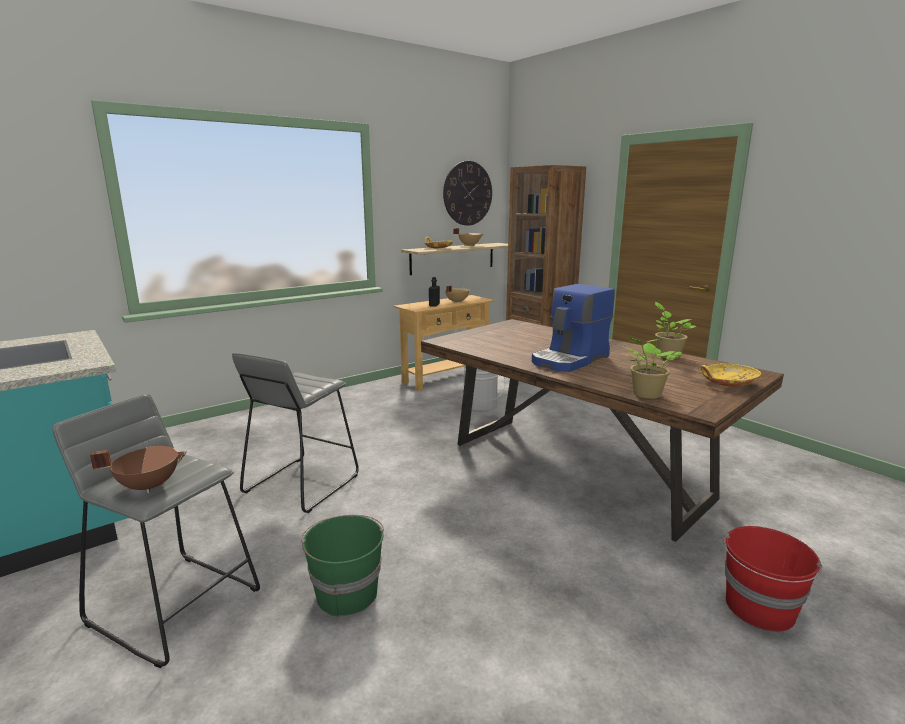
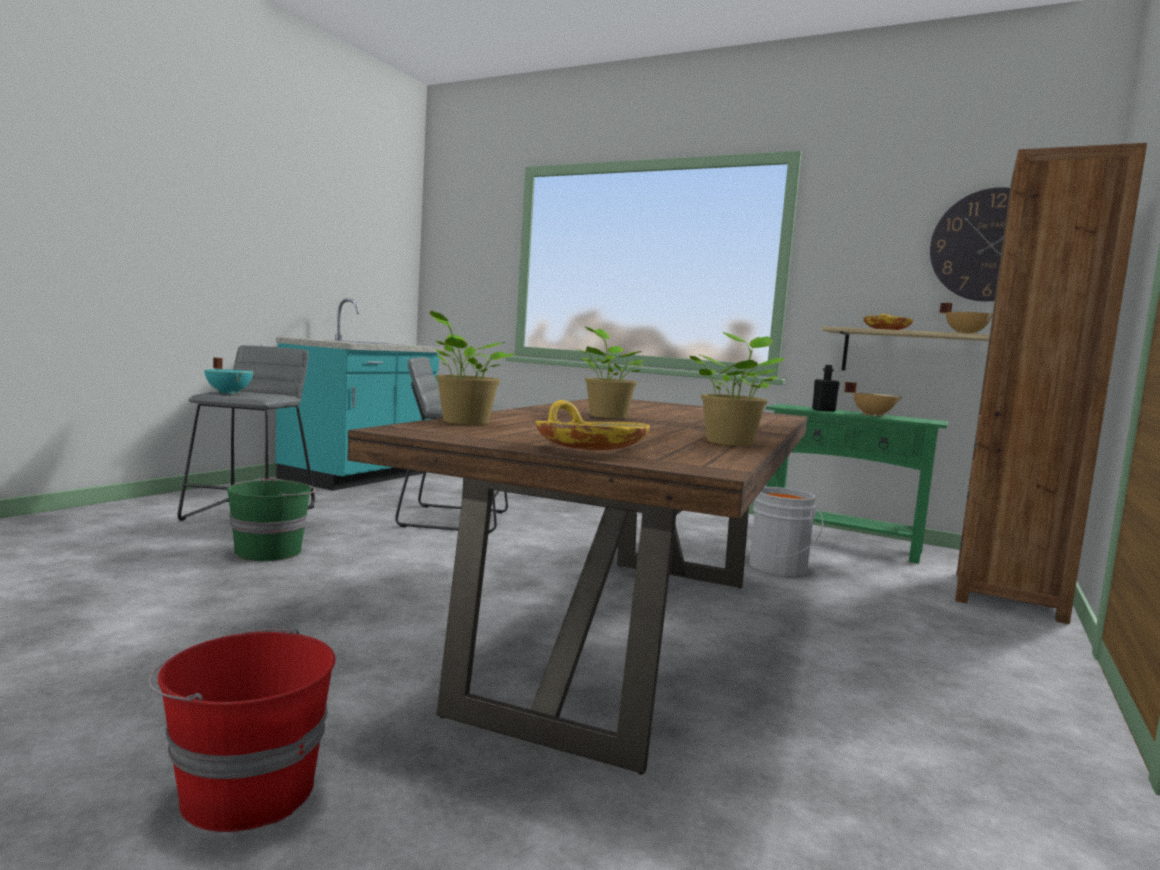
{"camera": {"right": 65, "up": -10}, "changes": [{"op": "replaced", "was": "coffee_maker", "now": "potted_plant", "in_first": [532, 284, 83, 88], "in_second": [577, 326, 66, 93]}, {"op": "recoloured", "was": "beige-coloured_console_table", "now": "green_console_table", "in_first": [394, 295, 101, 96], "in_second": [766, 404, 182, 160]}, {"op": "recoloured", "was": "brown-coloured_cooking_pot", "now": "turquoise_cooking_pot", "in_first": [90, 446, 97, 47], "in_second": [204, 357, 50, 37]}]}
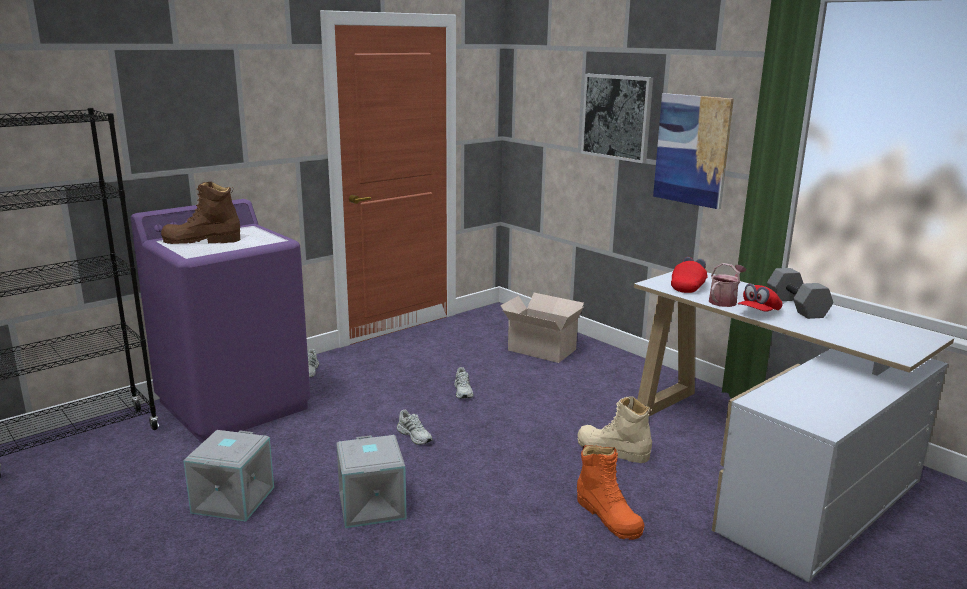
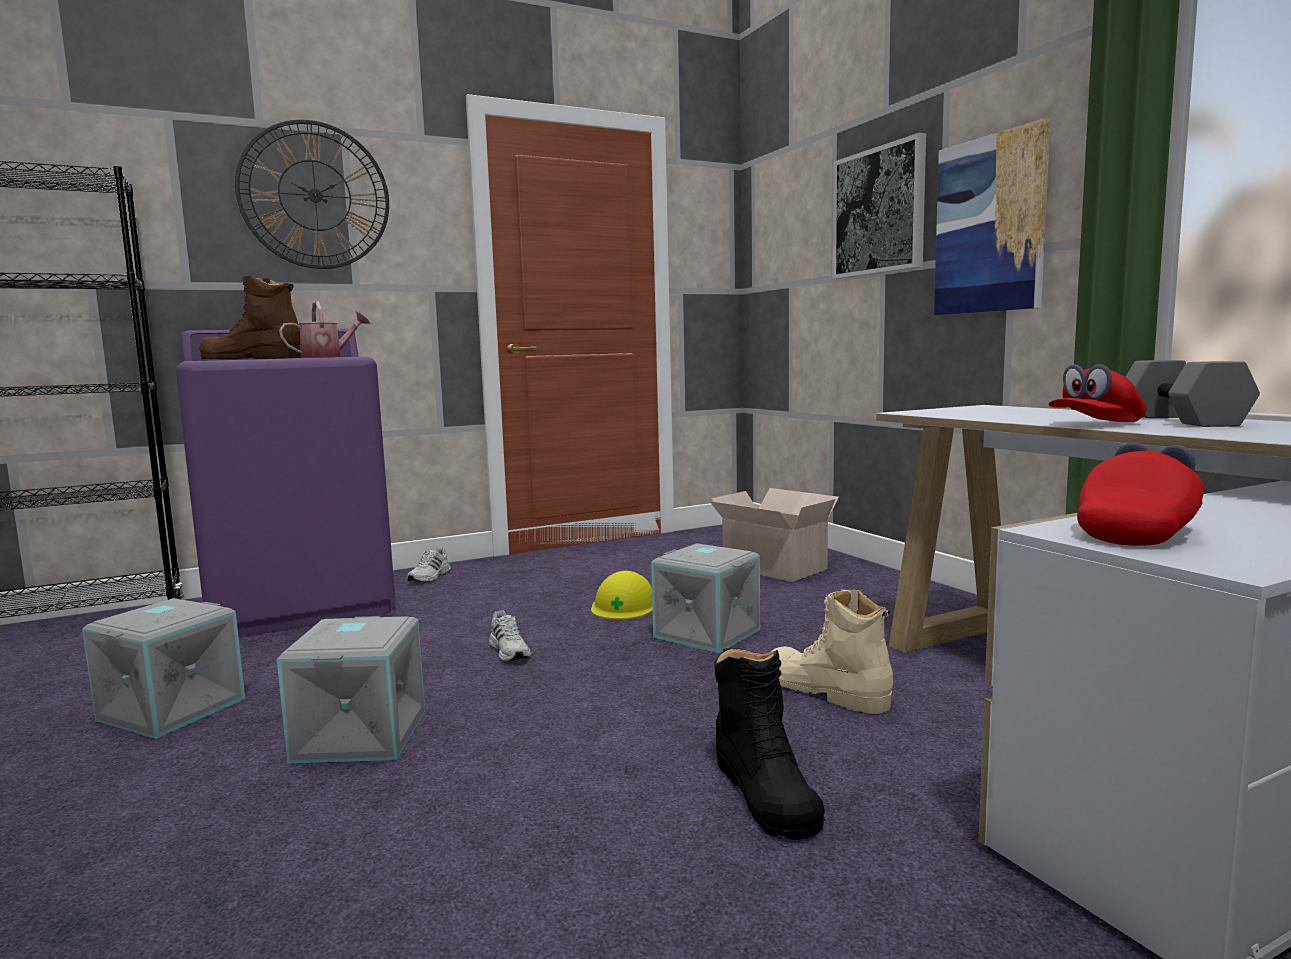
{"camera": {"right": 15, "up": -10}, "changes": [{"op": "moved", "was": "reddish_baseball_cap", "in_first": [671, 257, 37, 36], "in_second": [1077, 442, 127, 103]}, {"op": "moved", "was": "sprinkling_can", "in_first": [709, 263, 38, 44], "in_second": [279, 301, 91, 57]}, {"op": "replaced", "was": "whitish_item_of_footwear", "now": "yellow_safety_helmet", "in_first": [454, 367, 20, 32], "in_second": [591, 571, 61, 49]}, {"op": "recoloured", "was": "orange-coloured_boot", "now": "black-coloured_boot", "in_first": [577, 445, 68, 95], "in_second": [714, 648, 111, 192]}, {"op": "added", "now": "wall_clock", "in_second": [235, 120, 154, 149]}, {"op": "added", "now": "gray_storage_box", "in_second": [651, 543, 109, 110]}]}
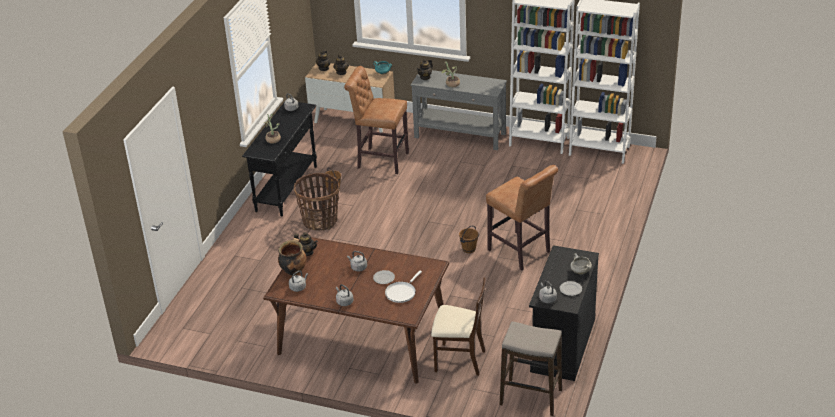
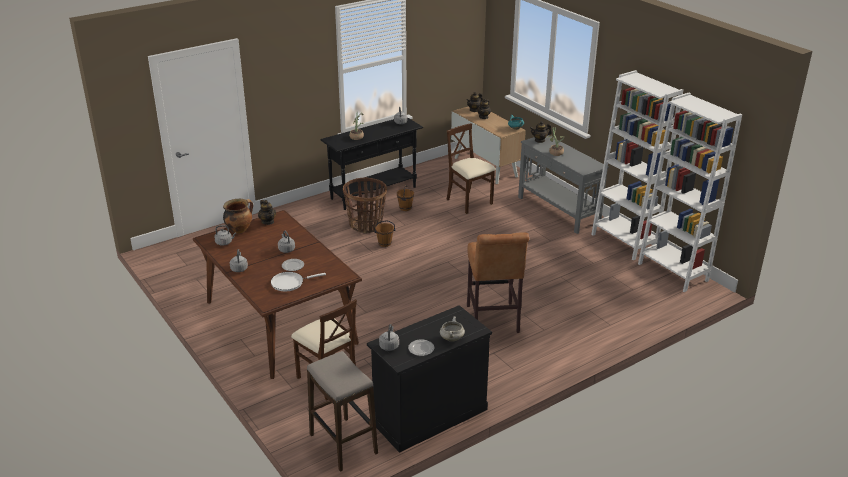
{"camera": {"right": 35, "up": -5}, "changes": [{"op": "replaced", "was": "brown-coloured_sitting_stool", "now": "beige-coloured_upright_chair", "in_first": [344, 66, 65, 108], "in_second": [446, 123, 50, 91]}, {"op": "moved", "was": "brown-coloured_water_bucket", "in_first": [459, 226, 19, 27], "in_second": [374, 220, 21, 27]}]}
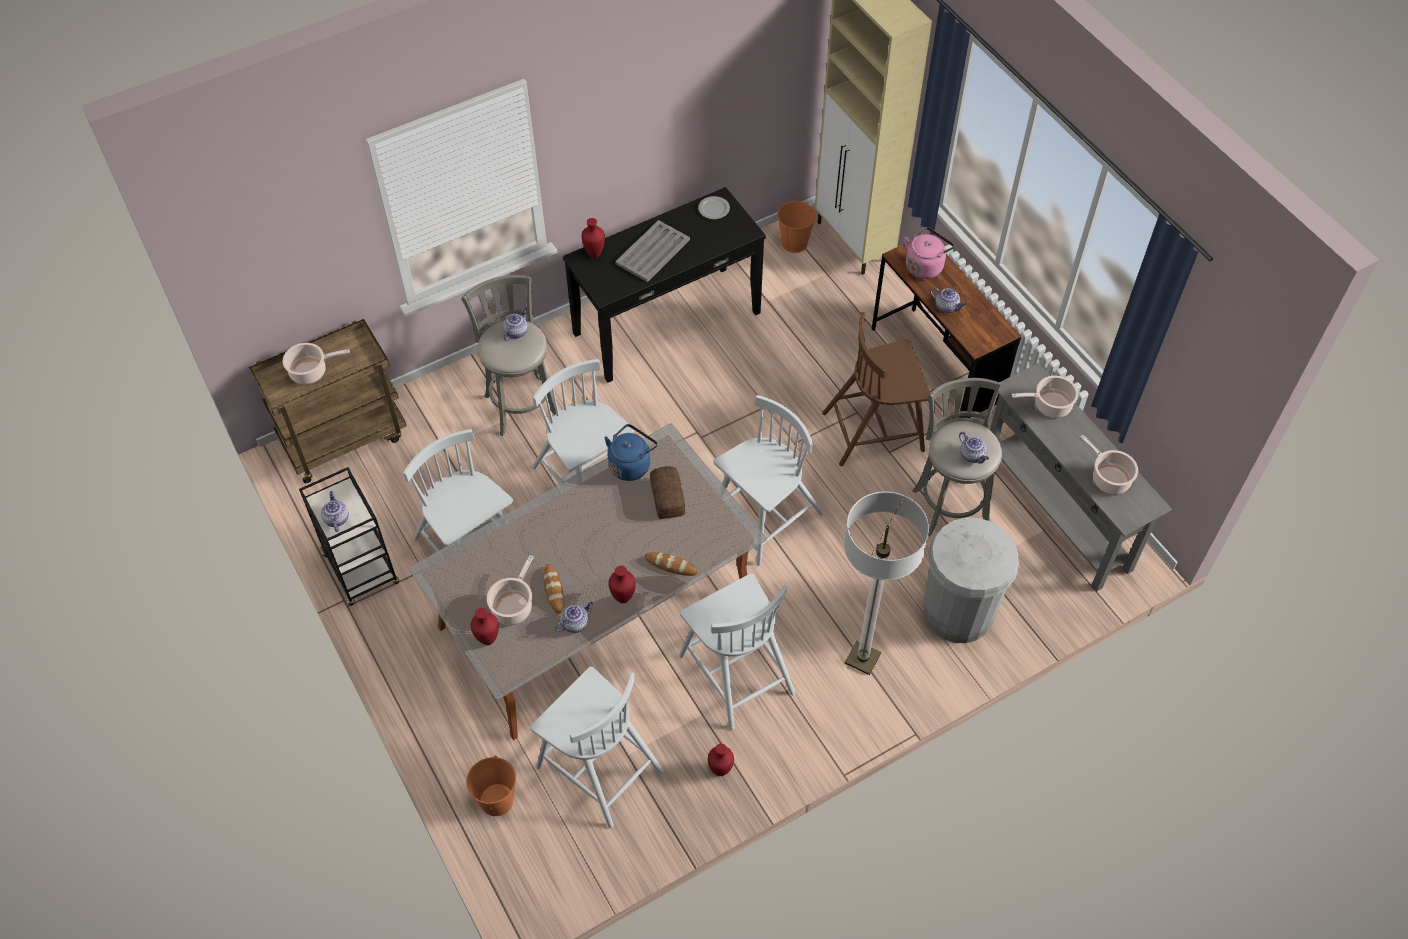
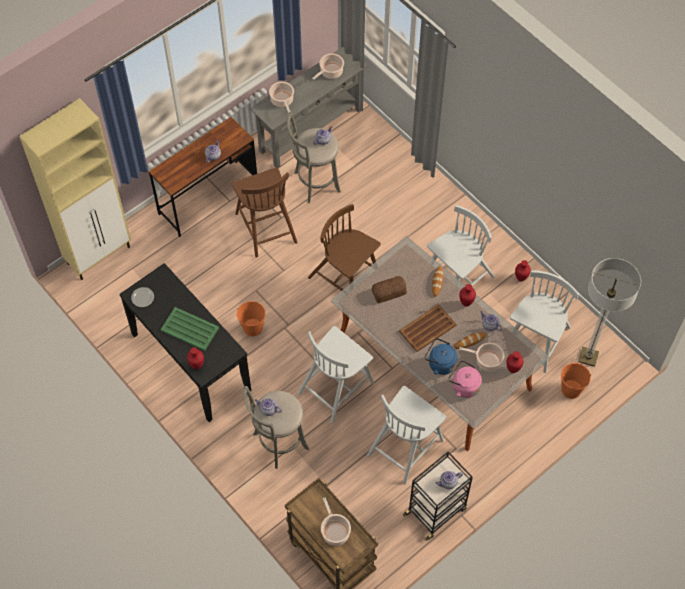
{"camera": {"right": -100, "up": 5}, "changes": [{"op": "moved", "was": "orange-coloured_water_bucket", "in_first": [777, 201, 39, 52], "in_second": [237, 301, 28, 35]}, {"op": "recoloured", "was": "gray_tray", "now": "green_tray", "in_first": [615, 220, 75, 62], "in_second": [160, 307, 59, 44]}, {"op": "moved", "was": "pinkish_kettle", "in_first": [905, 227, 50, 52], "in_second": [448, 360, 34, 38]}, {"op": "recoloured", "was": "whitish_upright_chair", "now": "brown-coloured_upright_chair", "in_first": [714, 395, 110, 171], "in_second": [308, 204, 73, 87]}, {"op": "moved", "was": "blue-coloured_kettle", "in_first": [604, 424, 54, 57], "in_second": [425, 338, 32, 37]}, {"op": "moved", "was": "standard_lamp", "in_first": [844, 491, 85, 184], "in_second": [578, 258, 63, 109]}, {"op": "removed", "was": "whitish_rubbish_bin", "in_first": [923, 518, 96, 125]}, {"op": "added", "now": "brown-coloured_tray", "in_second": [399, 304, 58, 48]}]}
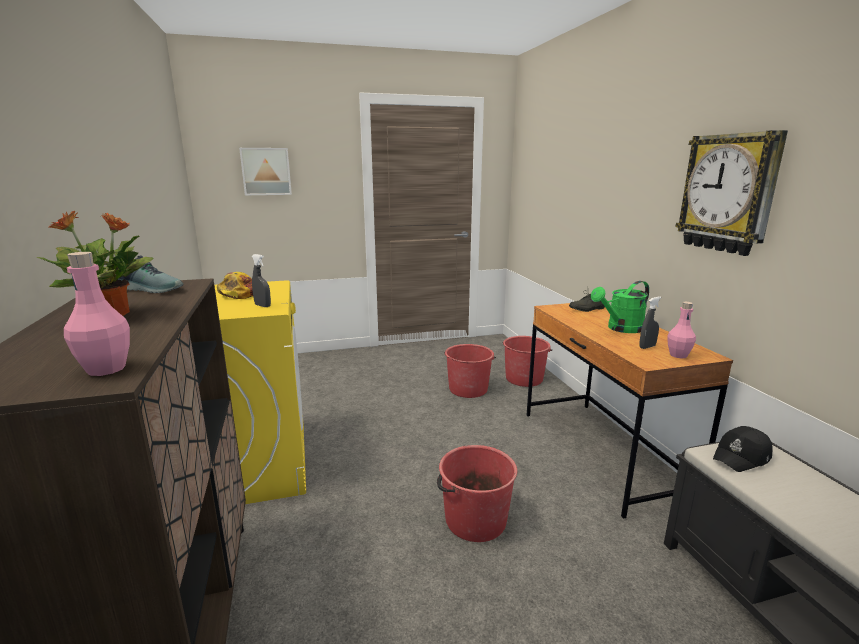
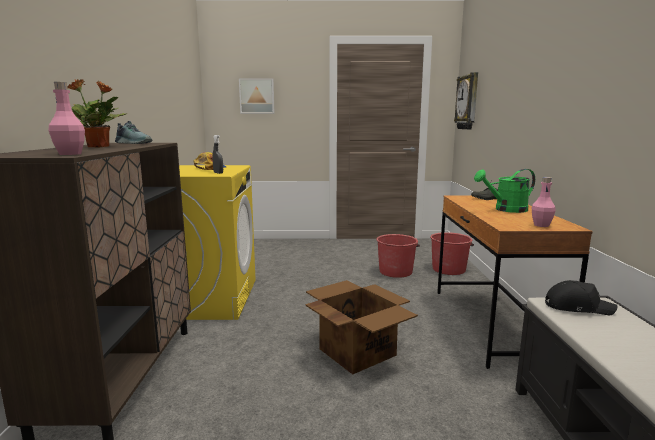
{"camera": {"right": 15, "up": -5}, "changes": [{"op": "moved", "was": "wall_clock", "in_first": [675, 130, 113, 126], "in_second": [454, 72, 24, 58]}, {"op": "removed", "was": "gray_spray_bottle", "in_first": [639, 297, 22, 52]}, {"op": "turned", "was": "black-coloured_baseball_cap", "in_first": [713, 426, 60, 46], "in_second": [545, 280, 73, 36], "clockwise": -150}, {"op": "replaced", "was": "reddish_water_bucket", "now": "packing_box", "in_first": [437, 445, 80, 97], "in_second": [305, 280, 113, 94]}]}
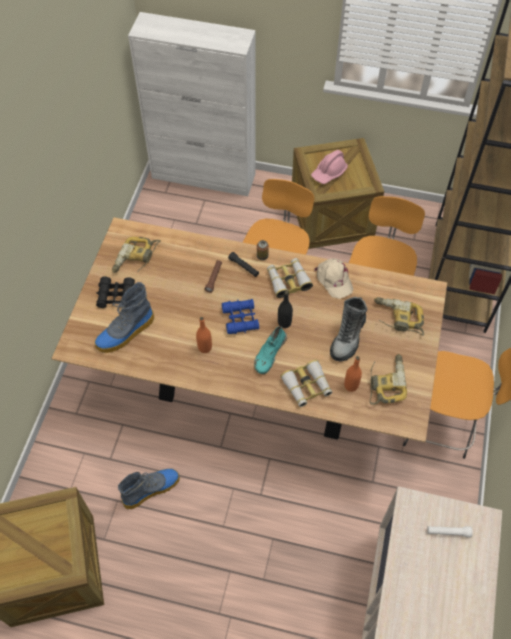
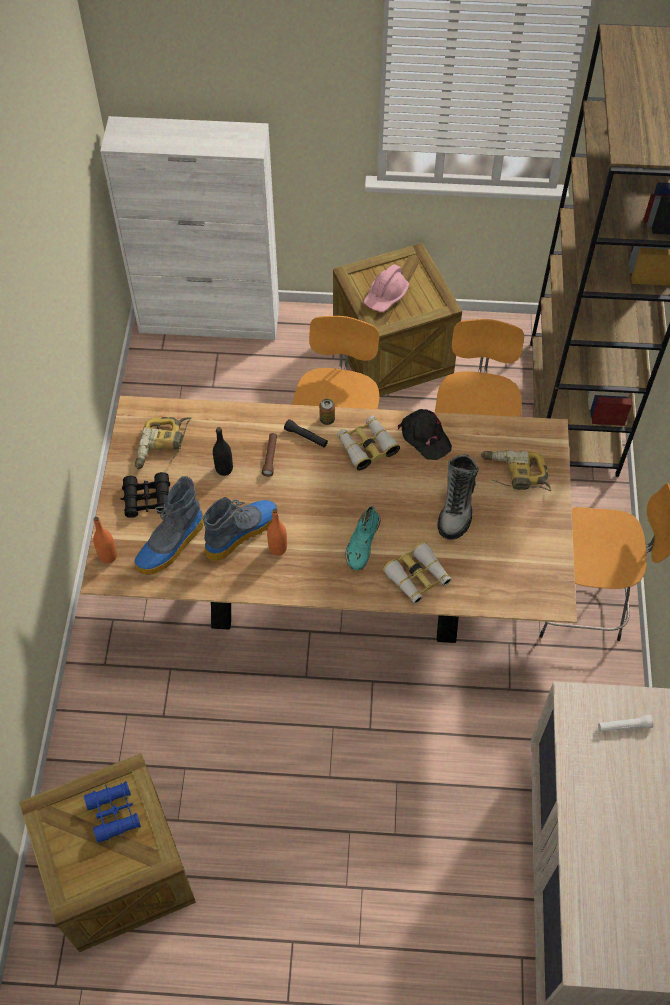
{"camera": {"right": -10, "up": 0}, "changes": [{"op": "recoloured", "was": "beige-coloured_baseball_cap", "now": "black-coloured_baseball_cap", "in_first": [314, 258, 39, 41], "in_second": [398, 409, 54, 51]}, {"op": "moved", "was": "black-coloured_drink_bottle", "in_first": [278, 291, 15, 37], "in_second": [213, 427, 20, 49]}, {"op": "moved", "was": "blue-coloured_binoculars", "in_first": [222, 299, 37, 35], "in_second": [84, 781, 57, 62]}, {"op": "removed", "was": "drill", "in_first": [370, 354, 37, 51]}, {"op": "moved", "was": "orange-coloured_drink_bottle", "in_first": [344, 356, 18, 36], "in_second": [93, 517, 24, 47]}, {"op": "moved", "was": "boot", "in_first": [118, 468, 62, 41], "in_second": [203, 497, 75, 65]}]}
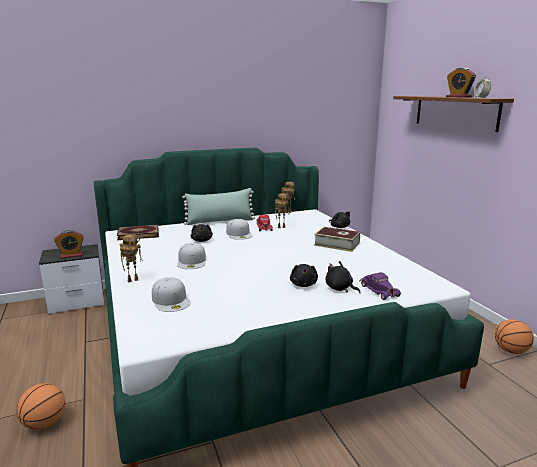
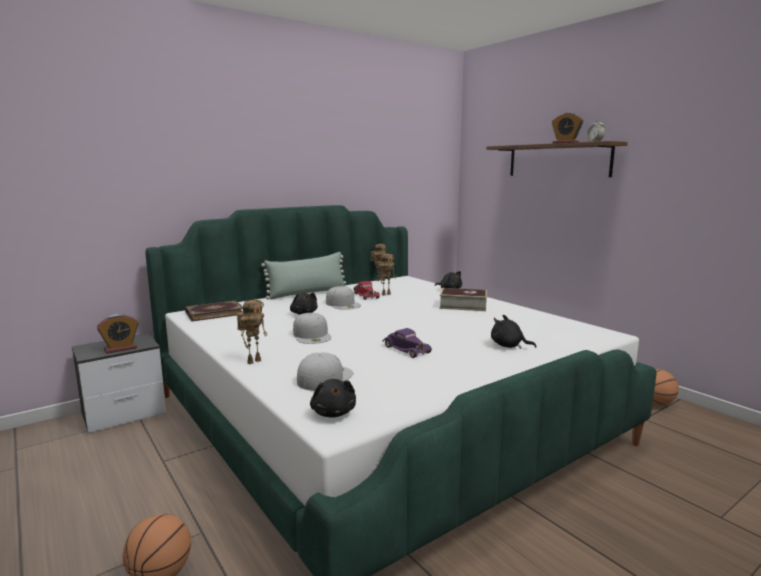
{"camera": {"right": -15, "up": -5}, "changes": [{"op": "moved", "was": "black-coloured_plush_toy", "in_first": [290, 264, 28, 23], "in_second": [310, 379, 46, 39]}, {"op": "moved", "was": "purple_toy_car", "in_first": [359, 272, 42, 28], "in_second": [382, 328, 50, 30]}, {"op": "turned", "was": "whitish_baseball_cap", "in_first": [152, 277, 39, 35], "in_second": [297, 352, 56, 39], "clockwise": -105}]}
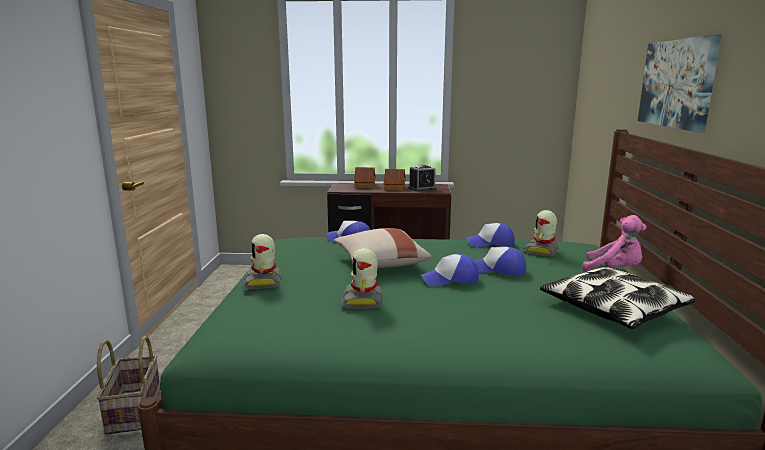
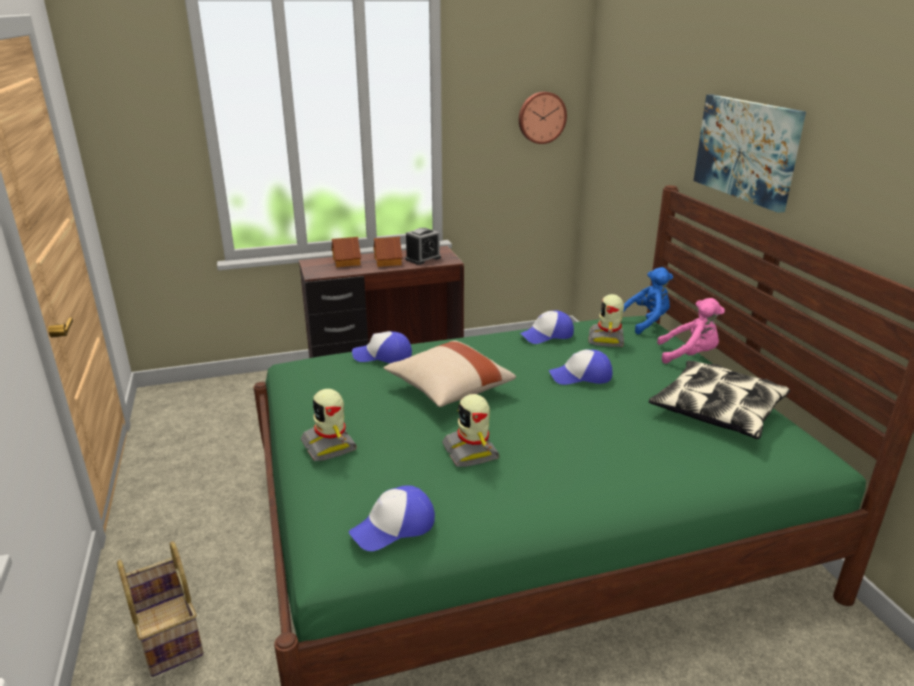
{"camera": {"right": -20, "up": 10}, "changes": [{"op": "moved", "was": "baseball_cap", "in_first": [420, 254, 59, 32], "in_second": [349, 485, 86, 66]}, {"op": "added", "now": "wall_clock", "in_second": [519, 92, 48, 52]}, {"op": "added", "now": "blue-coloured_plush_toy", "in_second": [623, 267, 50, 67]}]}
